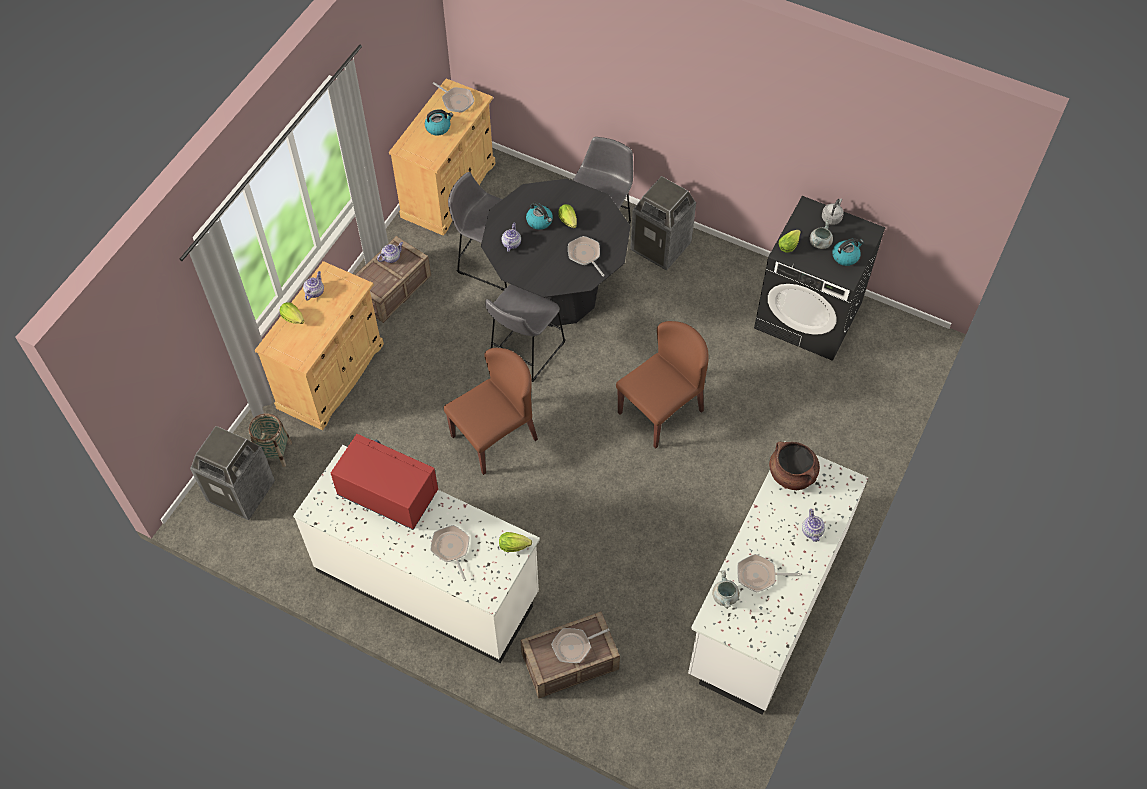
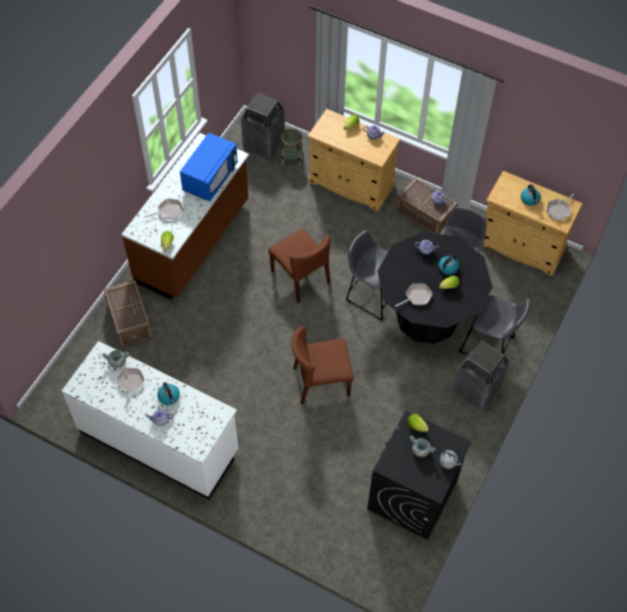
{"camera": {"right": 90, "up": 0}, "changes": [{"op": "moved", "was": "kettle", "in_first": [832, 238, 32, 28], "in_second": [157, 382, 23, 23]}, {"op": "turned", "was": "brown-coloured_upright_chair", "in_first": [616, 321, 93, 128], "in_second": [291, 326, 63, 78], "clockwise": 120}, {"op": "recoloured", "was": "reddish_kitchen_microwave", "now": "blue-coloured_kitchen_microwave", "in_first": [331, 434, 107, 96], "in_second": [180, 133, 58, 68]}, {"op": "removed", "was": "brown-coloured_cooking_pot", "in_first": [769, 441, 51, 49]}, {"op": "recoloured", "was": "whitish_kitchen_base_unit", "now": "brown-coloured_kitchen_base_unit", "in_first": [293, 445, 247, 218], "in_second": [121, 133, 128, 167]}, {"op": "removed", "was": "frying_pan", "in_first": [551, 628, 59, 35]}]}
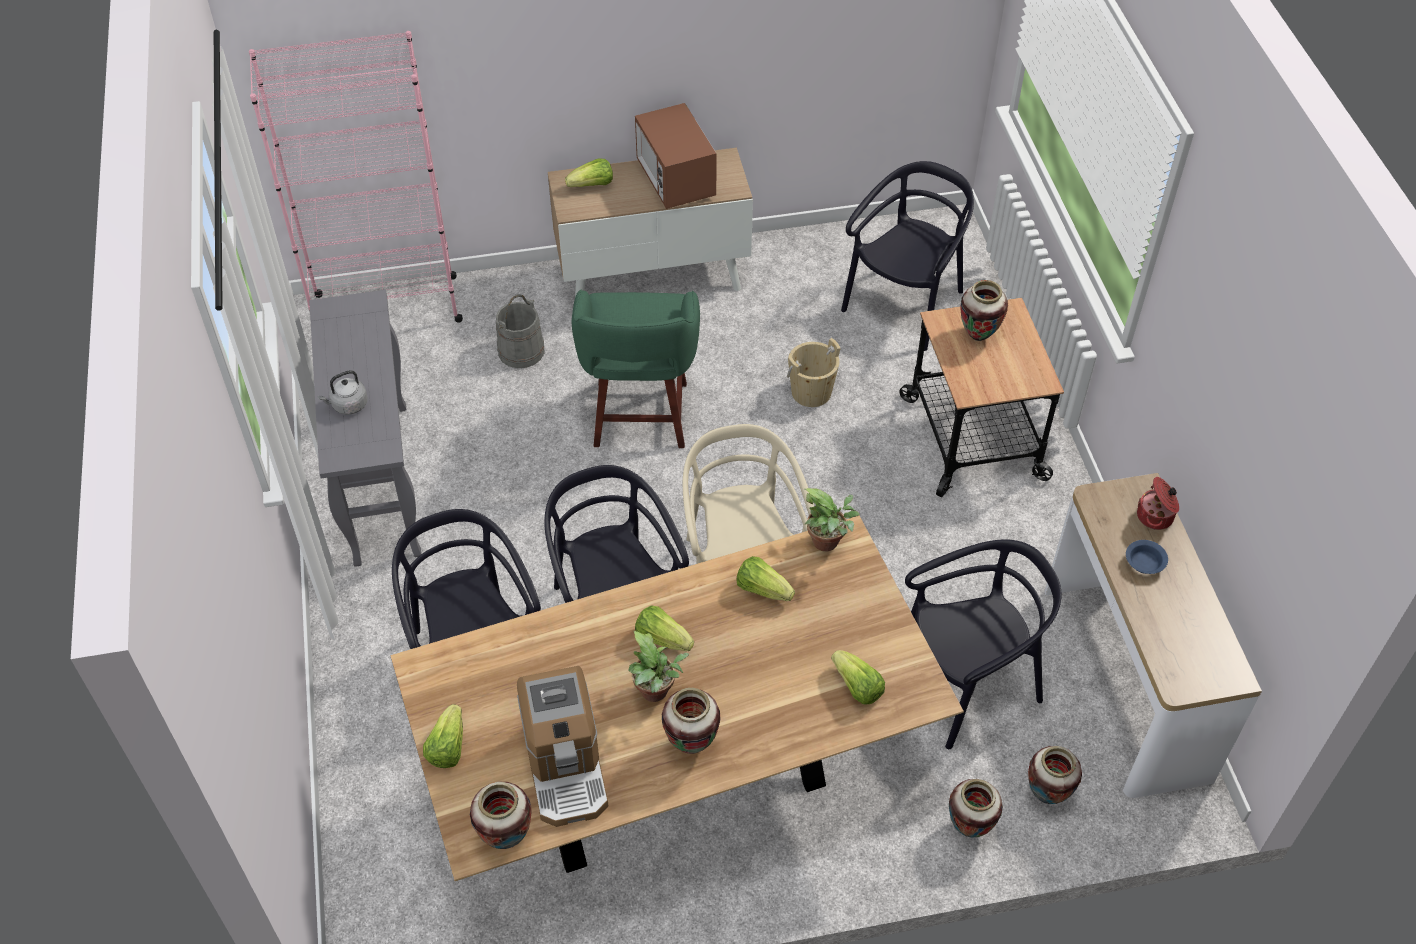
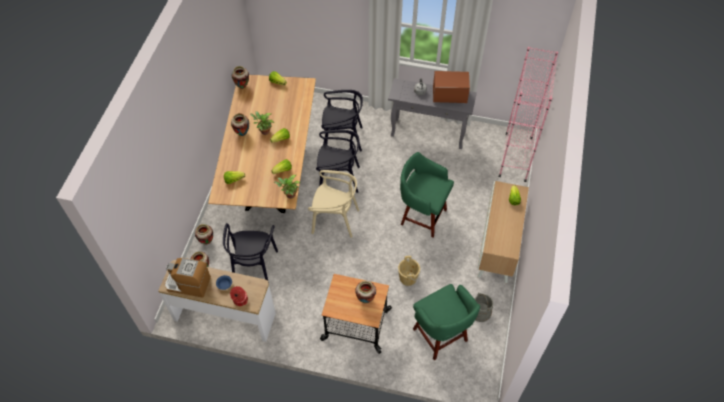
{"camera": {"right": 115, "up": 5}, "changes": [{"op": "moved", "was": "kitchen_microwave", "in_first": [635, 103, 82, 106], "in_second": [433, 71, 37, 32]}, {"op": "replaced", "was": "black-coloured_upright_chair", "now": "green_sitting_stool", "in_first": [841, 161, 133, 190], "in_second": [413, 284, 67, 76]}, {"op": "moved", "was": "gray_water_bucket", "in_first": [496, 294, 48, 74], "in_second": [475, 292, 18, 30]}, {"op": "moved", "was": "coffee_maker", "in_first": [517, 666, 91, 161], "in_second": [165, 258, 46, 40]}]}
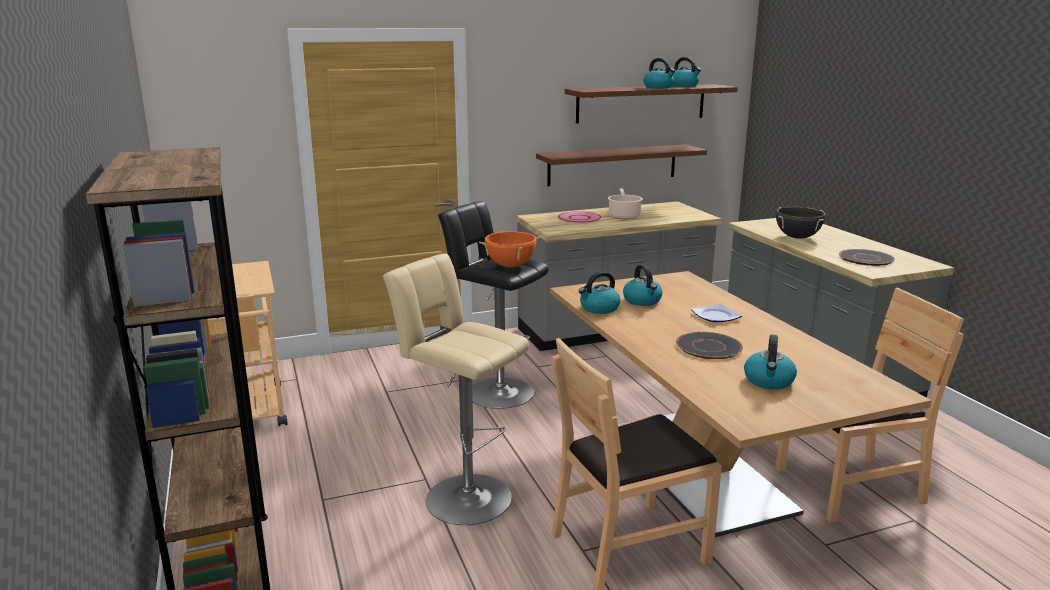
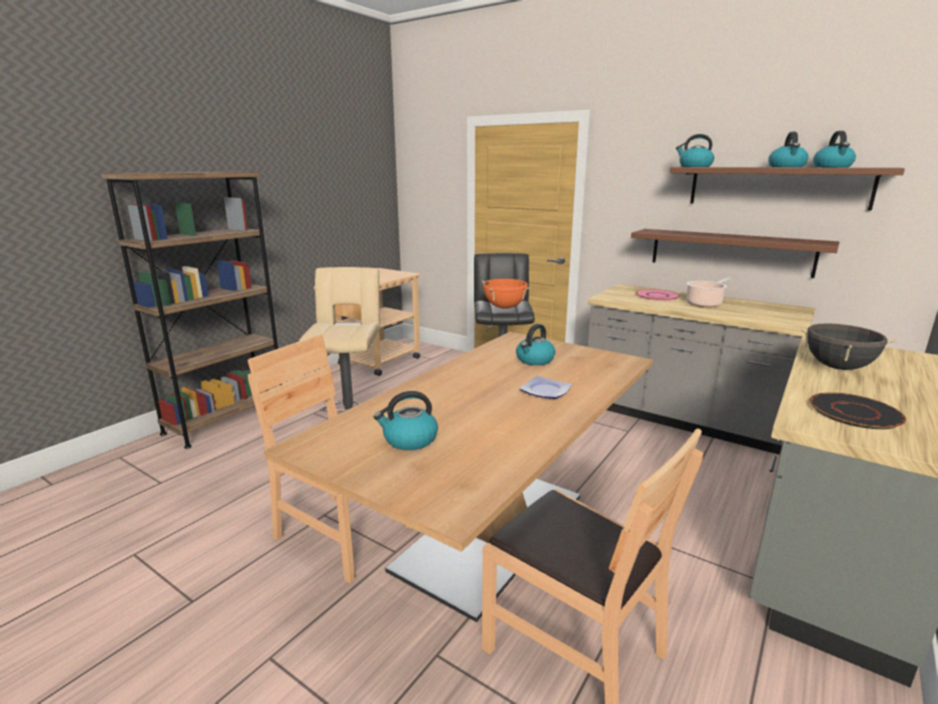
{"camera": {"right": 55, "up": 0}, "changes": [{"op": "moved", "was": "kettle", "in_first": [578, 271, 42, 43], "in_second": [676, 134, 38, 33]}, {"op": "removed", "was": "black-coloured_flat_dish", "in_first": [676, 332, 67, 27]}]}
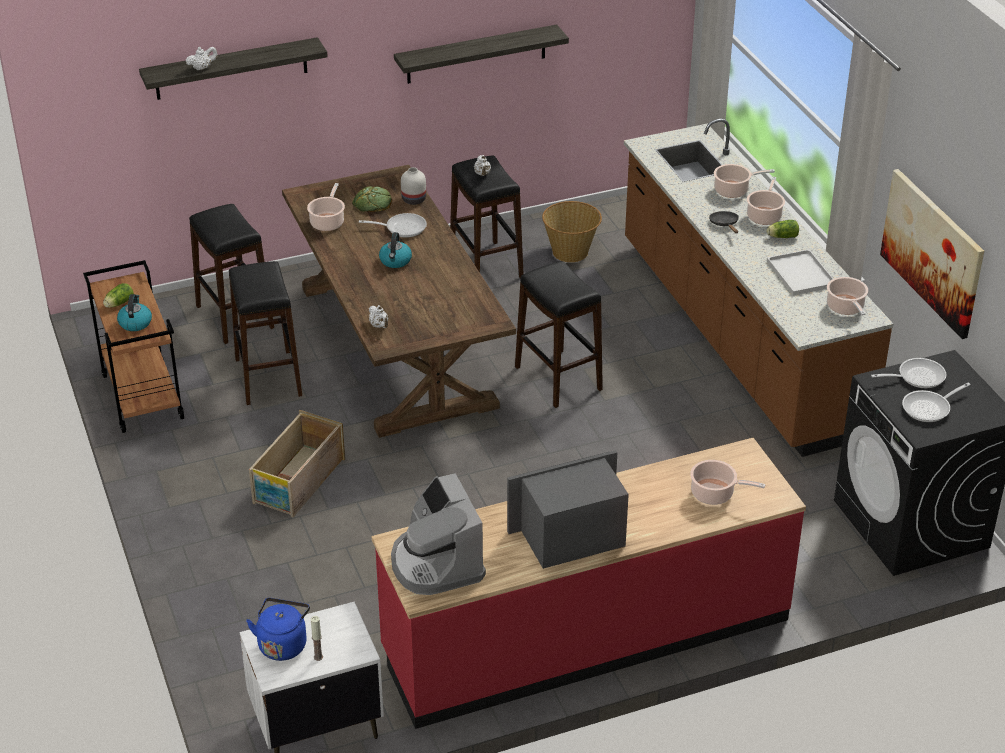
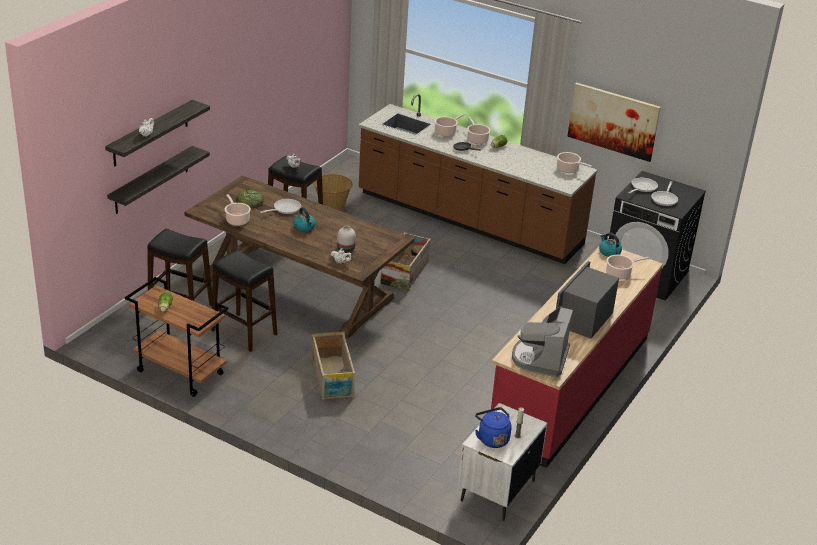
{"camera": {"right": -40, "up": -5}, "changes": [{"op": "moved", "was": "wall_shelf", "in_first": [394, 25, 175, 59], "in_second": [107, 146, 103, 68]}, {"op": "moved", "was": "whitish_vase", "in_first": [401, 167, 25, 38], "in_second": [337, 226, 19, 27]}, {"op": "removed", "was": "whitish_tray", "in_first": [767, 249, 66, 46]}, {"op": "replaced", "was": "black-coloured_sitting_stool", "now": "crate", "in_first": [515, 261, 88, 147], "in_second": [380, 232, 51, 59]}, {"op": "moved", "was": "kettle", "in_first": [117, 294, 35, 37], "in_second": [599, 233, 23, 24]}, {"op": "turned", "was": "coffee_maker", "in_first": [391, 473, 95, 122], "in_second": [512, 306, 61, 71], "clockwise": 75}]}
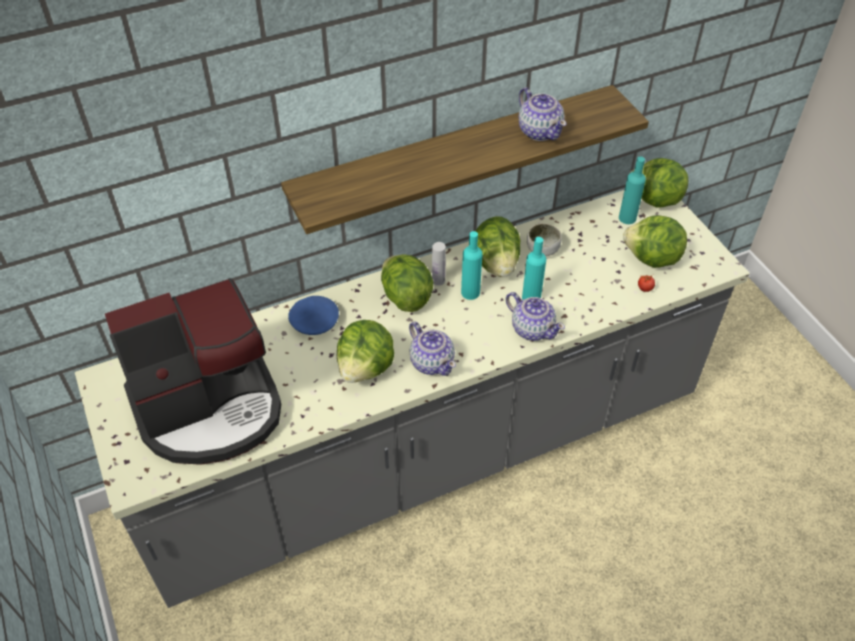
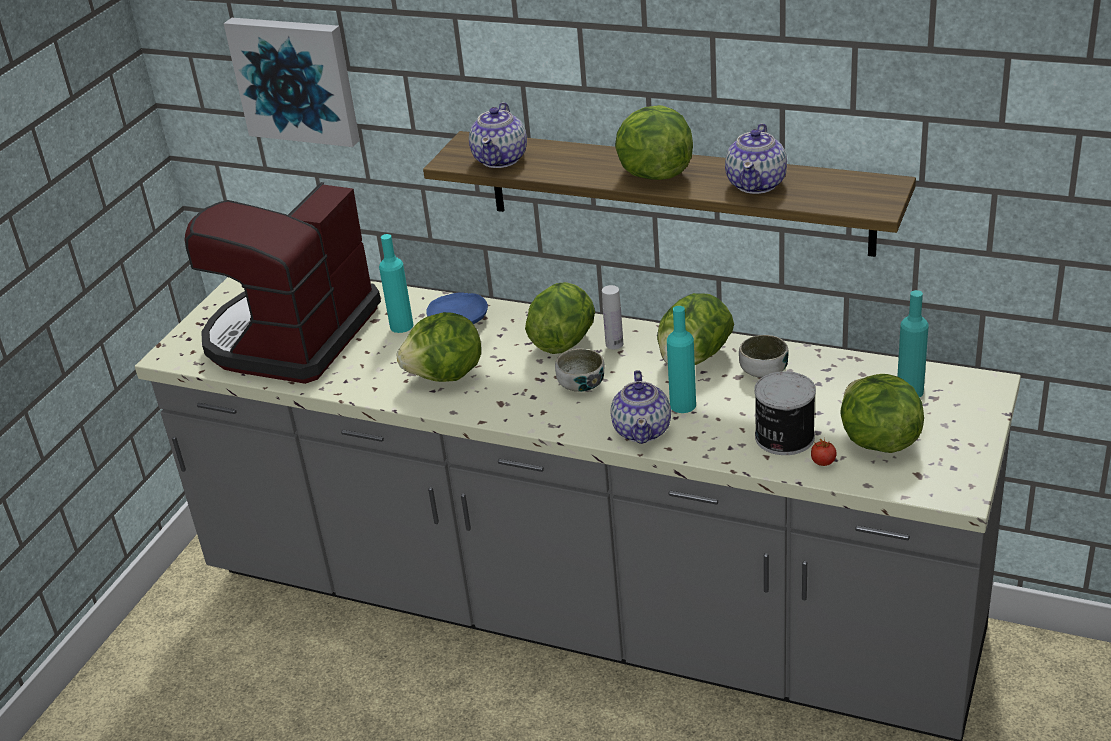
{"camera": {"right": 50, "up": -15}, "changes": [{"op": "moved", "was": "head_of_lettuce", "in_first": [629, 158, 60, 50], "in_second": [615, 105, 78, 75]}, {"op": "moved", "was": "turquoise_drink_bottle", "in_first": [461, 231, 22, 69], "in_second": [379, 234, 35, 99]}, {"op": "turned", "was": "coffee_maker", "in_first": [105, 278, 176, 187], "in_second": [184, 182, 197, 202], "clockwise": 90}, {"op": "moved", "was": "pot_for_tea", "in_first": [409, 322, 47, 54], "in_second": [469, 102, 58, 66]}, {"op": "added", "now": "wall_art", "in_second": [224, 18, 136, 129]}, {"op": "added", "now": "deep_dish", "in_second": [555, 349, 49, 43]}, {"op": "added", "now": "sealed_can", "in_second": [754, 371, 62, 84]}]}
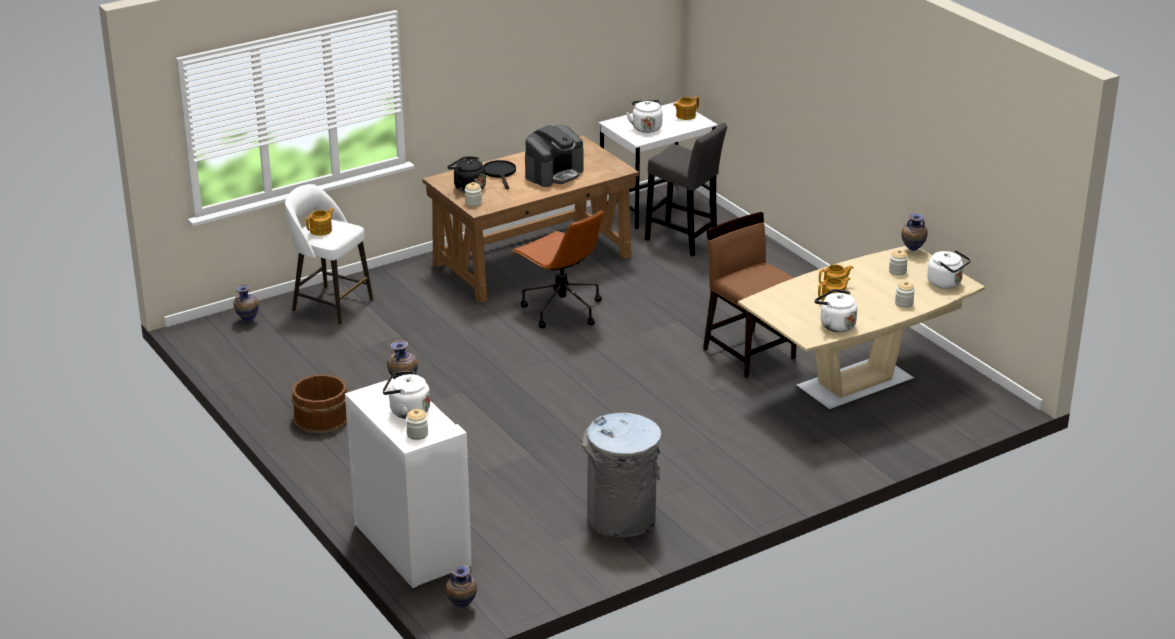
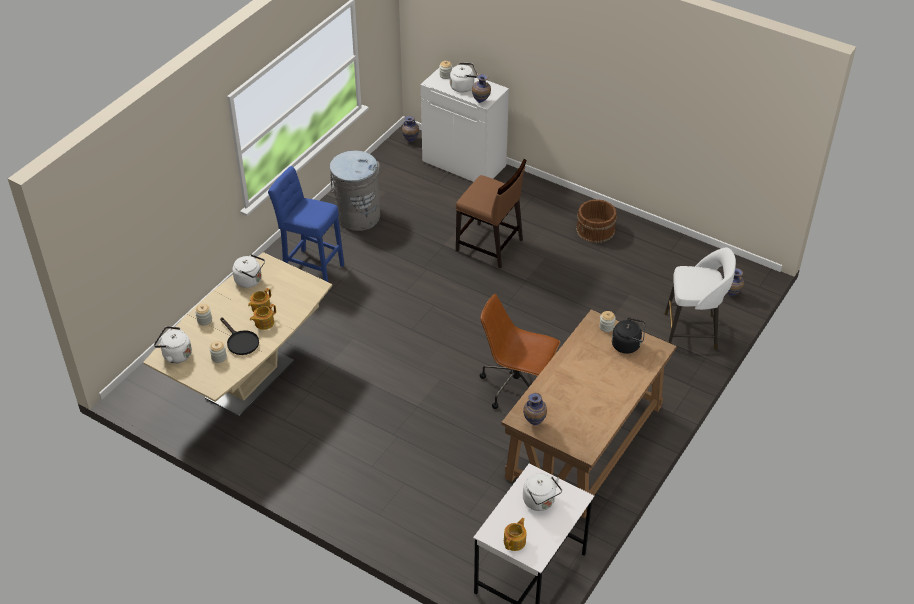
{"camera": {"right": 155, "up": 15}, "changes": [{"op": "removed", "was": "gray_sitting_stool", "in_first": [645, 123, 82, 133]}, {"op": "removed", "was": "coffee_maker", "in_first": [525, 125, 59, 62]}, {"op": "moved", "was": "black-coloured_frying_pan", "in_first": [483, 160, 33, 29], "in_second": [220, 317, 39, 38]}, {"op": "removed", "was": "pot_for_tea", "in_first": [306, 208, 28, 28]}, {"op": "moved", "was": "brown-coloured_upright_chair", "in_first": [703, 212, 93, 166], "in_second": [456, 159, 70, 110]}, {"op": "moved", "was": "vase", "in_first": [902, 212, 26, 39], "in_second": [523, 393, 24, 32]}, {"op": "added", "now": "blue-coloured_sitting_stool", "in_second": [268, 166, 76, 116]}]}
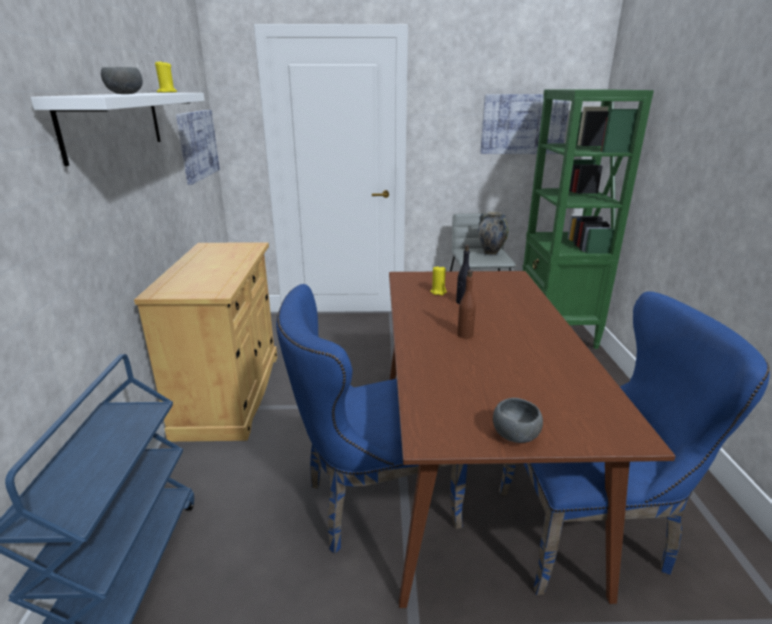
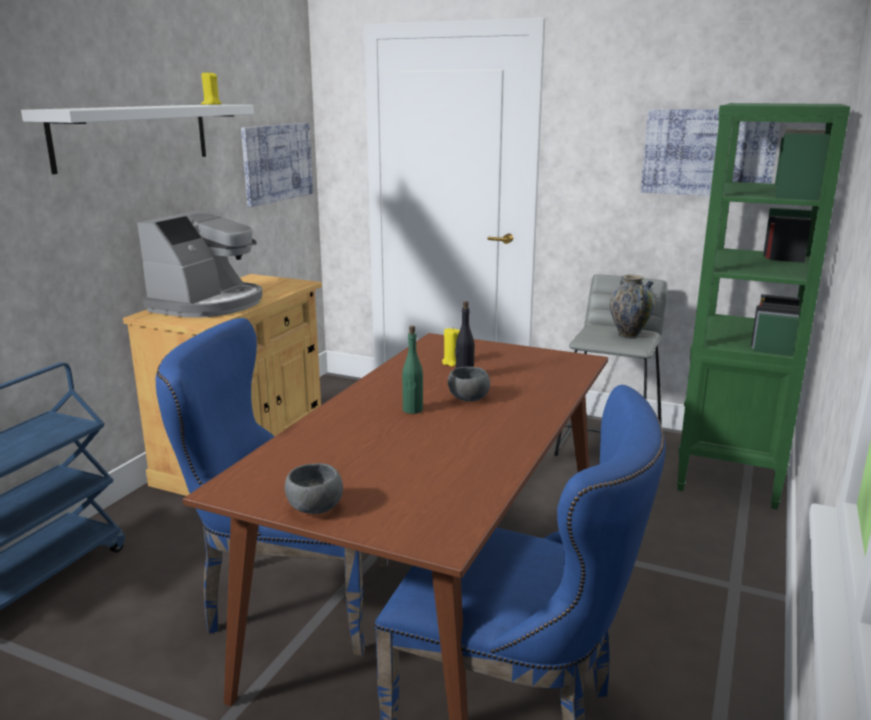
{"camera": {"right": 25, "up": -5}, "changes": [{"op": "moved", "was": "gray_deep_dish", "in_first": [101, 67, 42, 27], "in_second": [448, 367, 42, 35]}, {"op": "recoloured", "was": "brown-coloured_drink_bottle", "now": "green_drink_bottle", "in_first": [457, 270, 19, 68], "in_second": [402, 326, 21, 88]}, {"op": "added", "now": "coffee_maker", "in_second": [137, 210, 126, 108]}]}
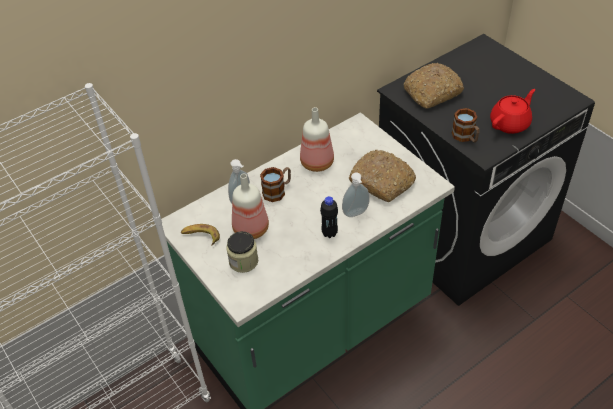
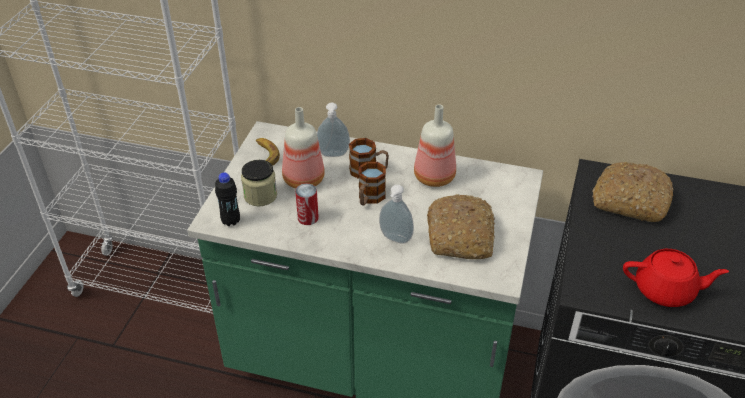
{"camera": {"right": 50, "up": -5}, "changes": [{"op": "moved", "was": "coffee_mug", "in_first": [452, 108, 28, 34], "in_second": [358, 162, 28, 44]}, {"op": "moved", "was": "black-coloured_drink_bottle", "in_first": [320, 196, 18, 42], "in_second": [215, 172, 25, 54]}, {"op": "added", "now": "sealed_can", "in_second": [295, 183, 24, 42]}]}
